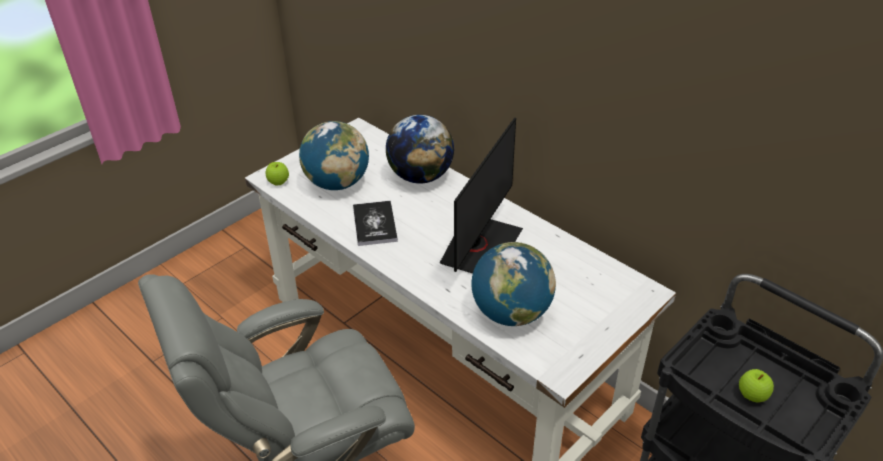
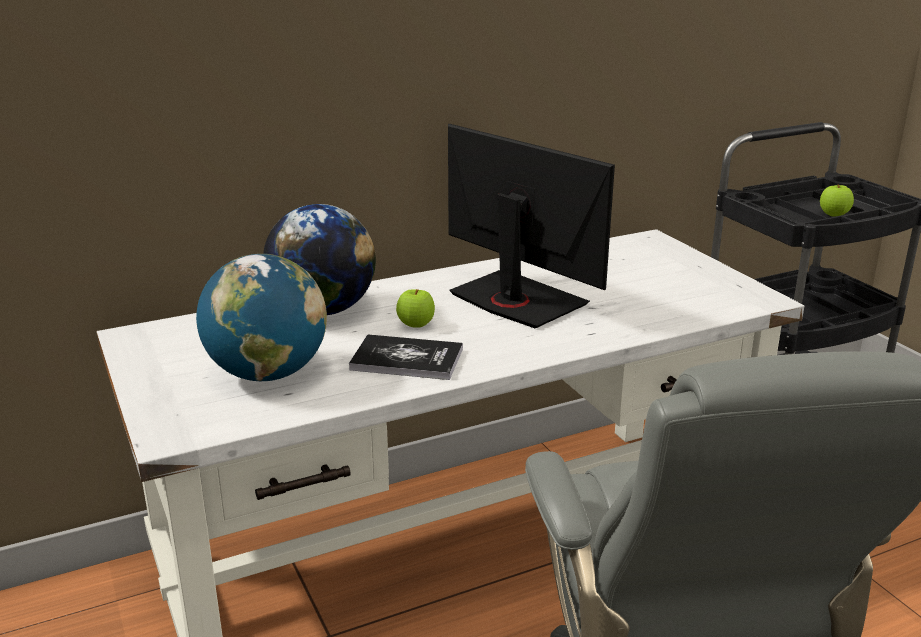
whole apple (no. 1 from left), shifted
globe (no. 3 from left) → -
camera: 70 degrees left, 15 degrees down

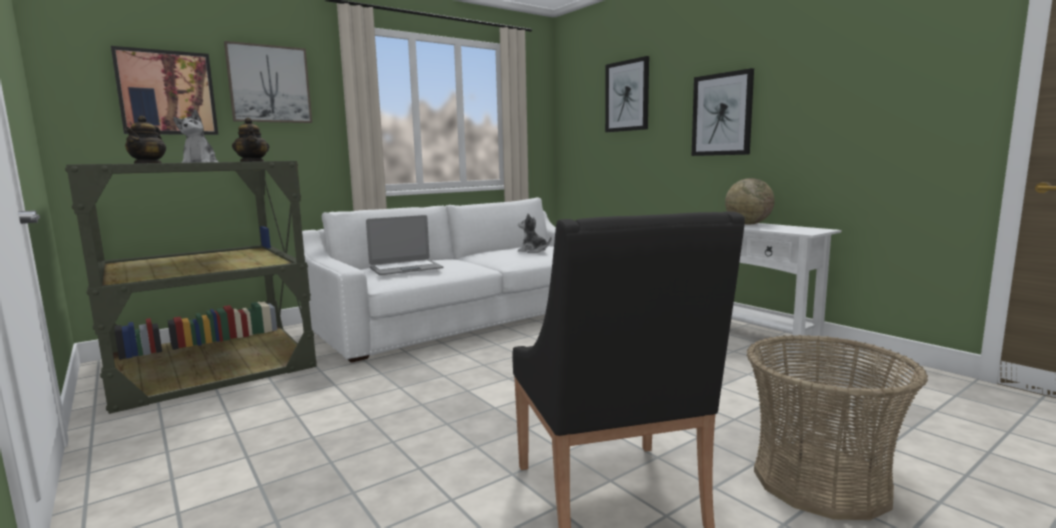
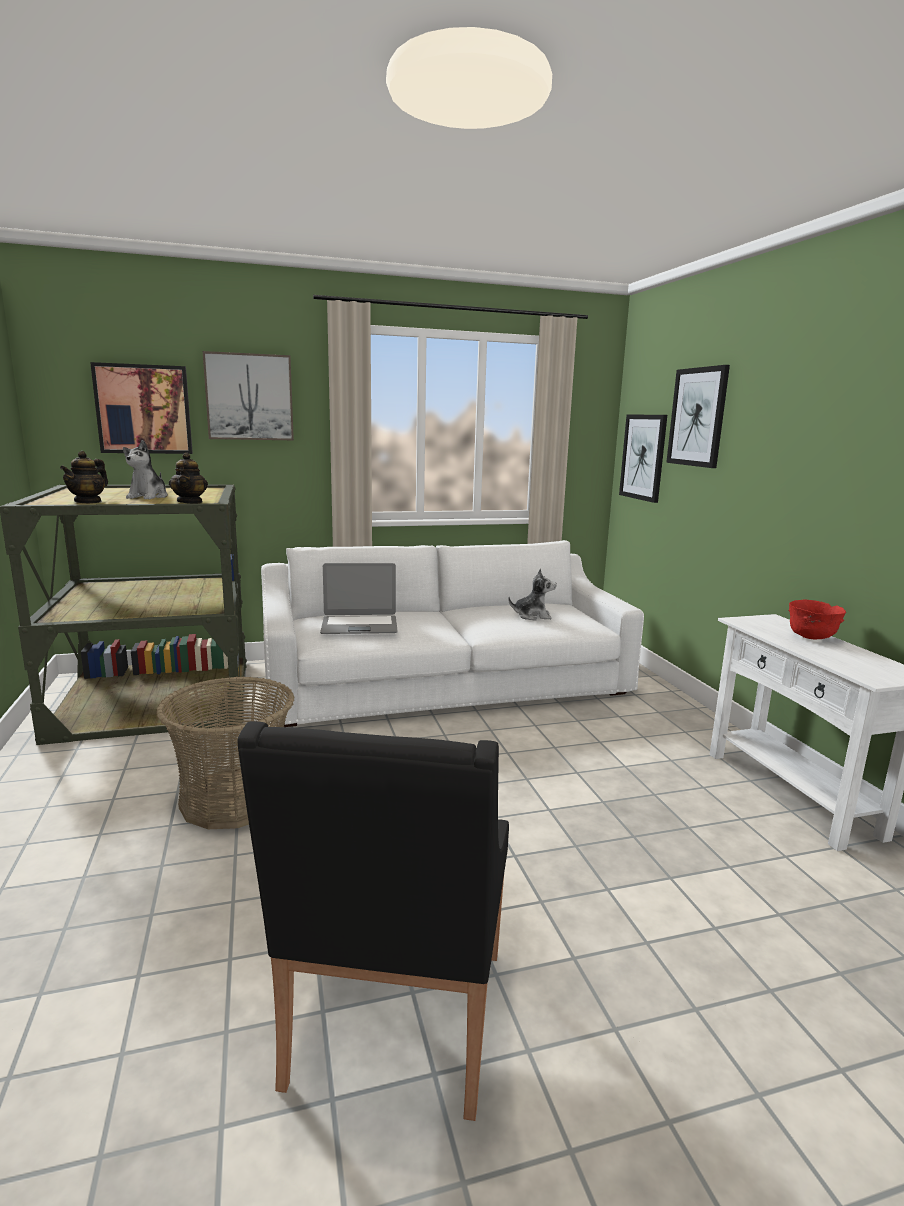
wall art (no. 4 from left in the first image) → wall art (no. 3 from left), shifted
globe → bowl (red-coloured)
soft toy (no. 2 from left), 135 degrees clockwise
household basket, shifted
camera: 20 degrees right, 5 degrees up

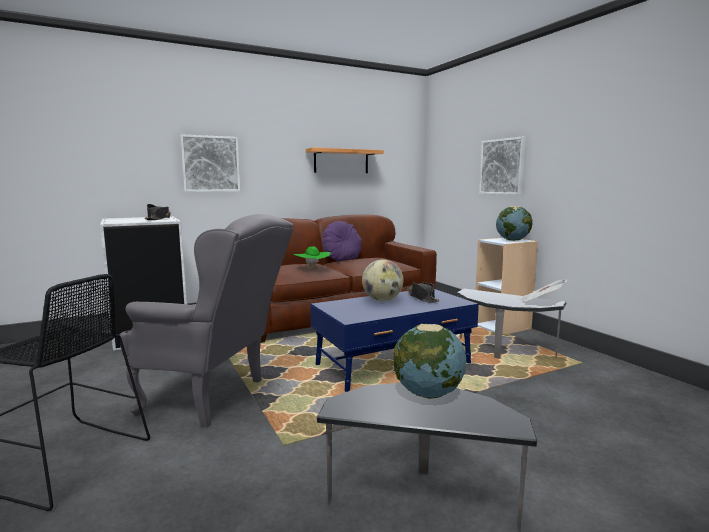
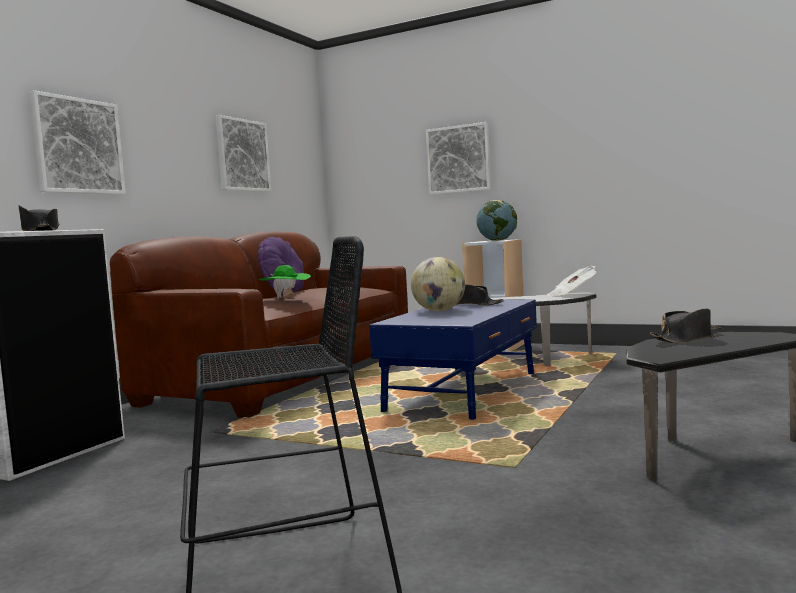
wall shelf → wall art (no. 2 from left)
armchair (grey) → -
globe (no. 2 from left) → wearable hat (black) (no. 3 from left)
camera: 35 degrees left, 5 degrees down

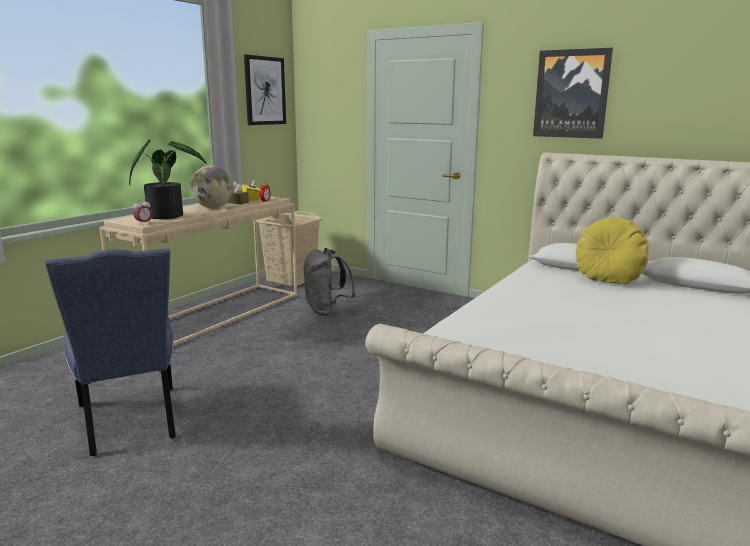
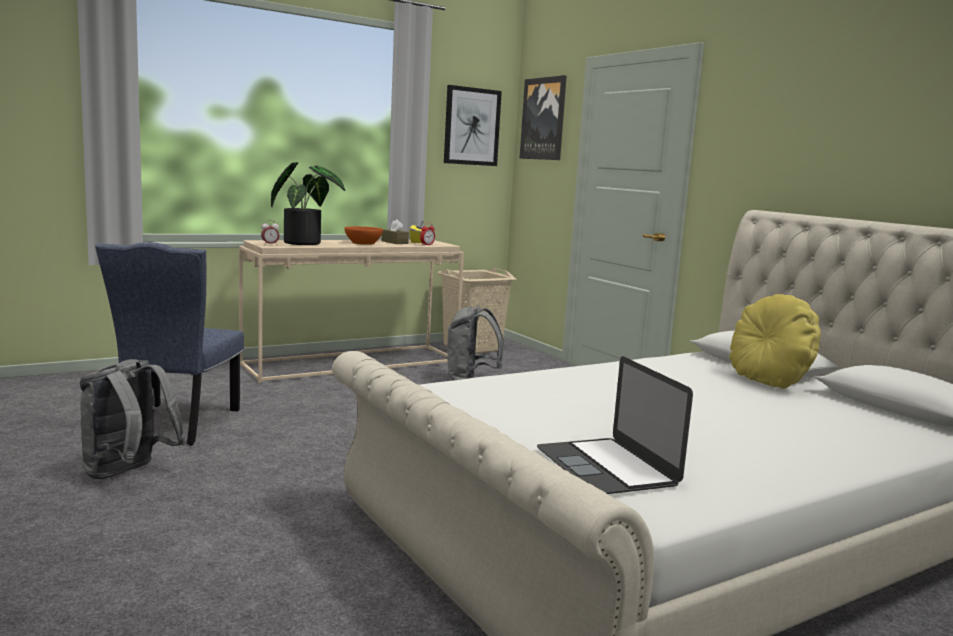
wall art (no. 2 from left), shifted
globe → bowl (orange)
- → portable computer
- → knapsack (grey) (no. 1 from left)
camera: 25 degrees right, 5 degrees down

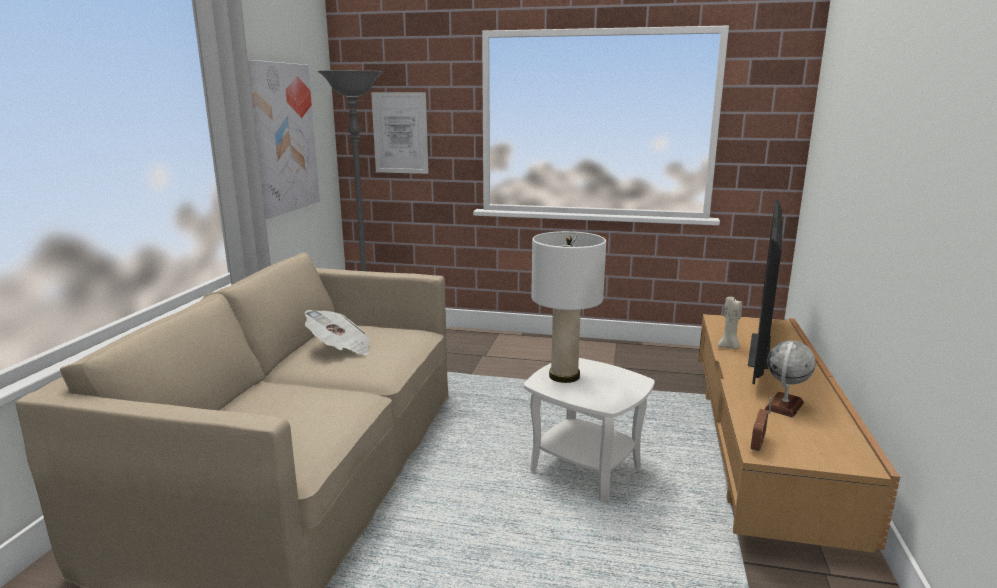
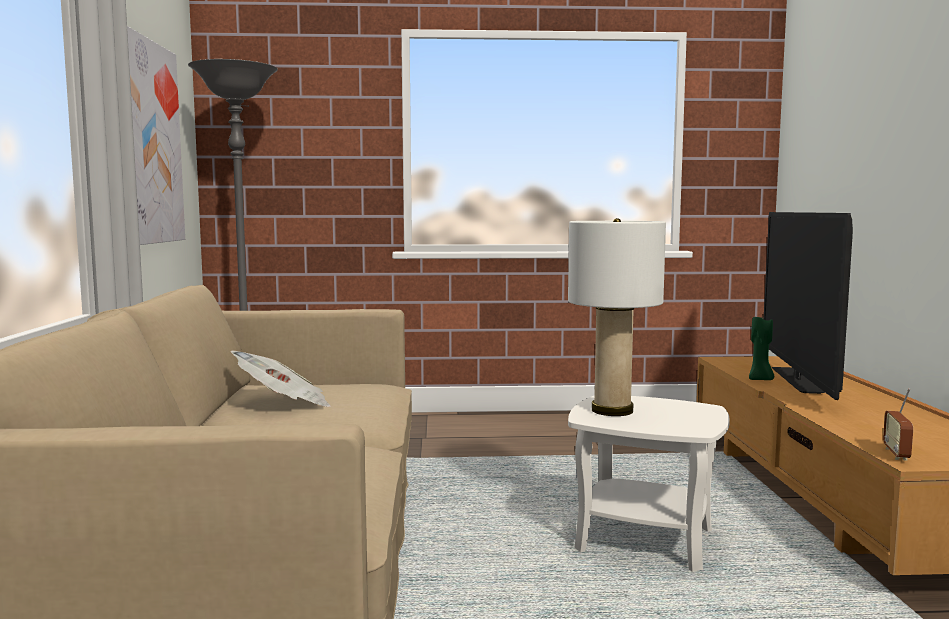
wall art (no. 2 from left) → -
candle (sand-coloured) → candle (green-coloured)
globe → -
camera: 15 degrees left, 10 degrees down

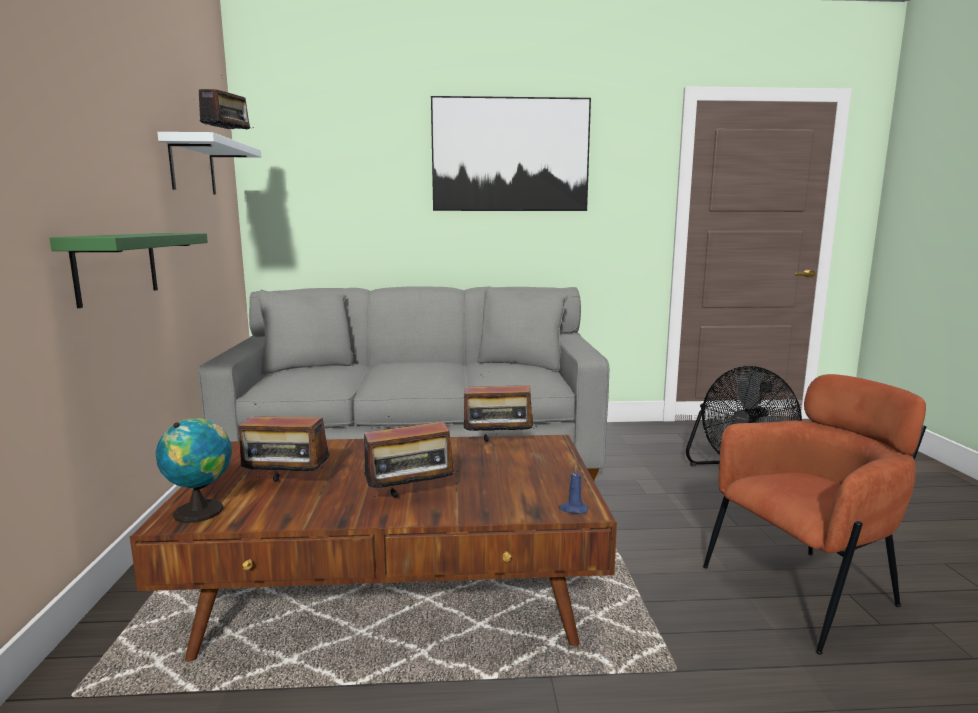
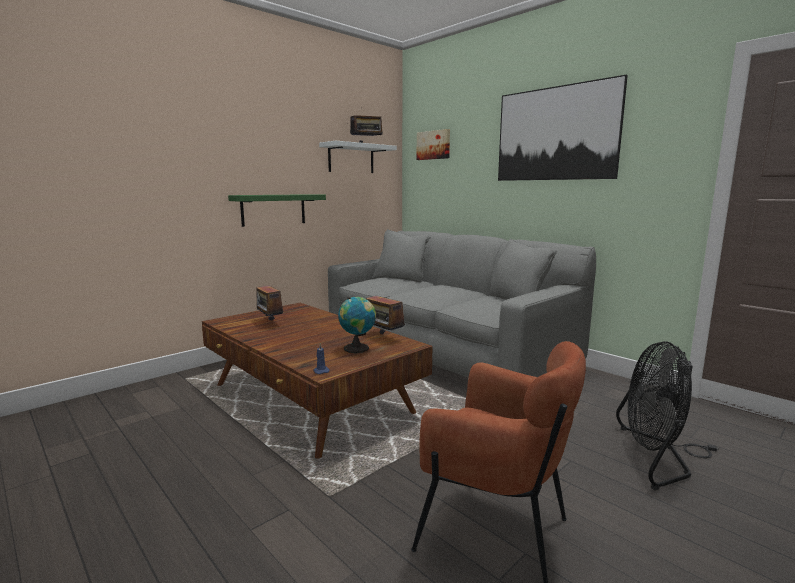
radio receiver (no. 3 from left) → -
globe, shifted
- → wall art (no. 1 from left)
camera: 50 degrees right, 0 degrees up

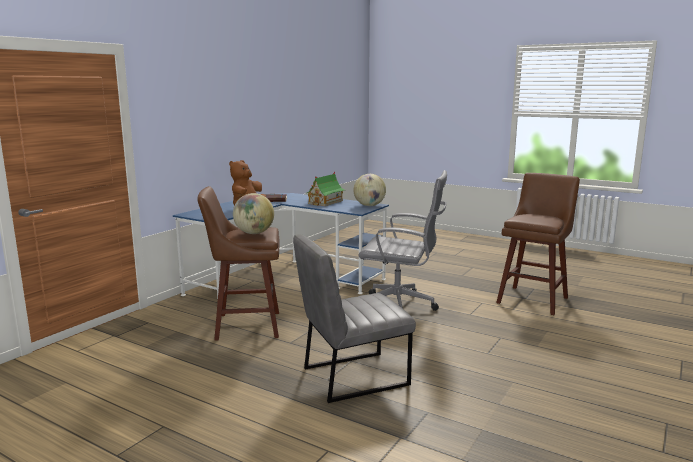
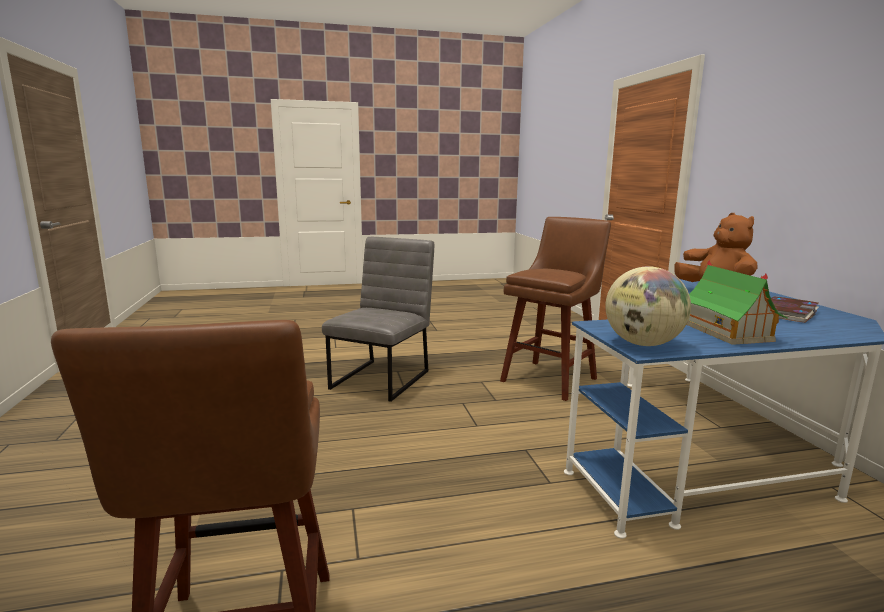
office chair (grey) → -
globe (no. 1 from left) → -
camera: 135 degrees right, 0 degrees up

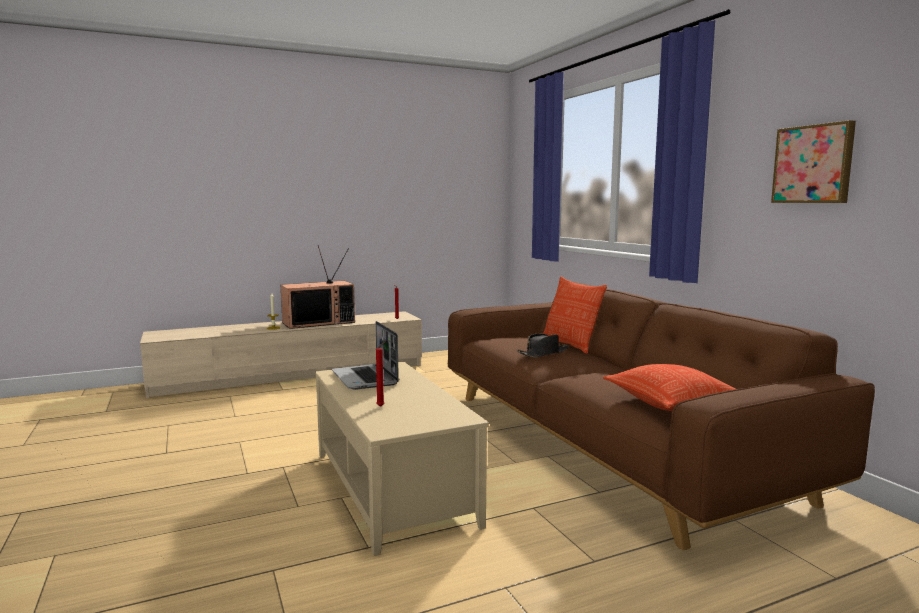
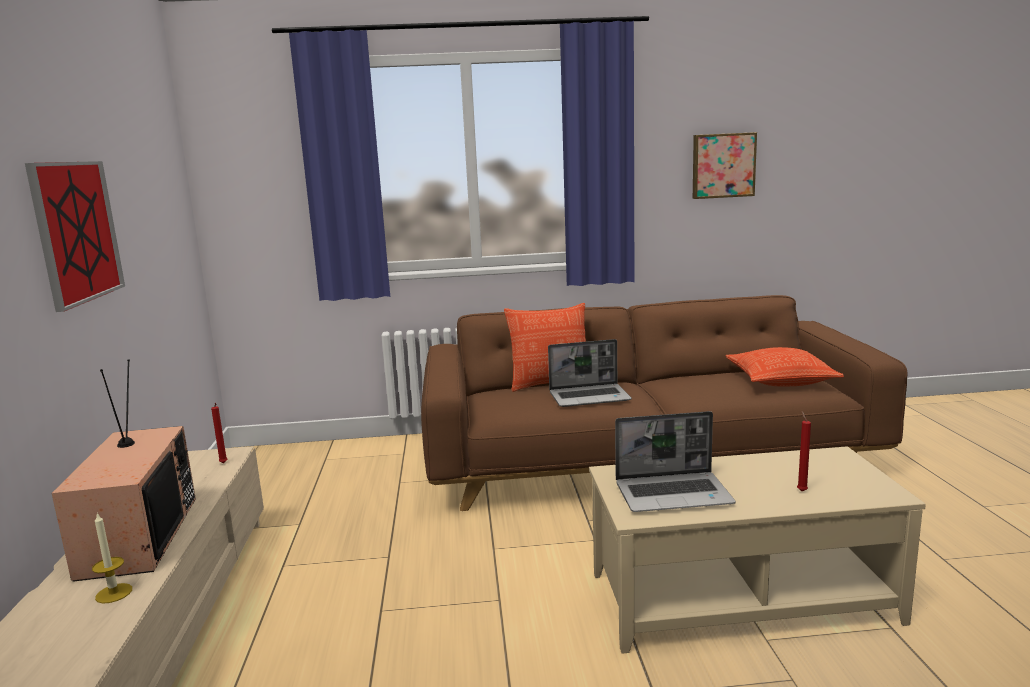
wearable hat (black) → portable computer (no. 1 from left)
- → wall art (no. 1 from left)
camera: 70 degrees left, 5 degrees up

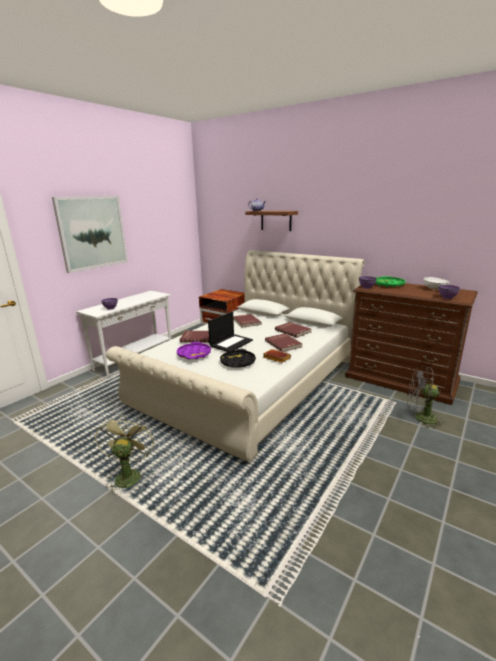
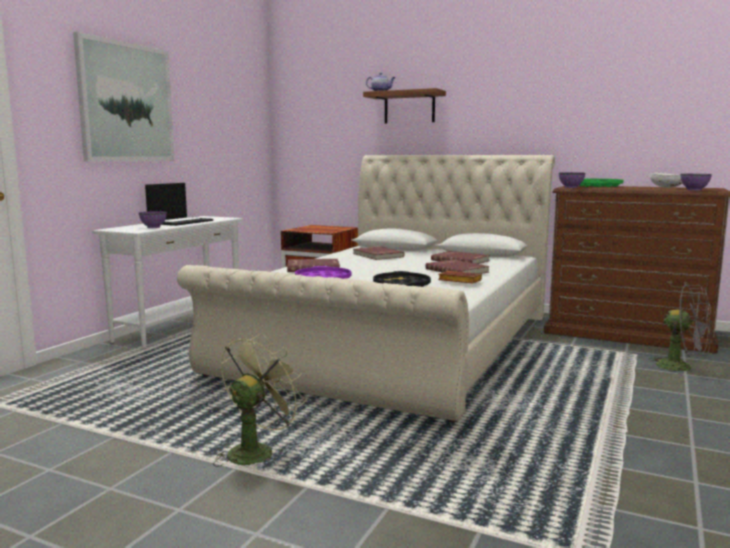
portable computer, shifted
cooling fan (grey), 150 degrees counterclockwise
cooling fan (green-coloured), 45 degrees clockwise
camera: 10 degrees left, 10 degrees down

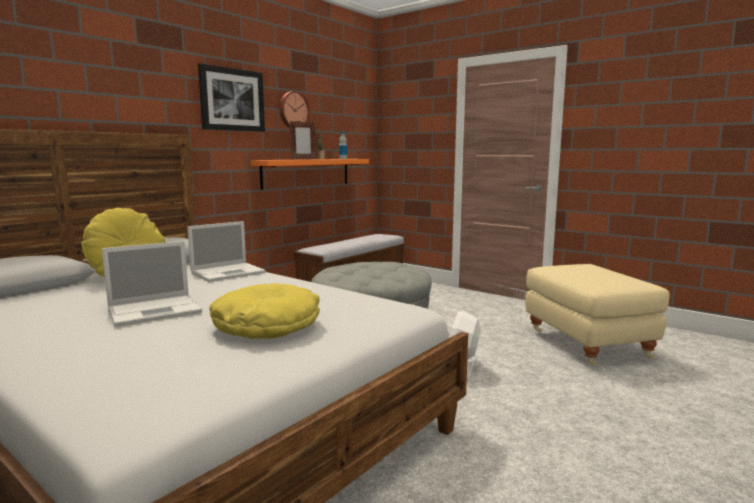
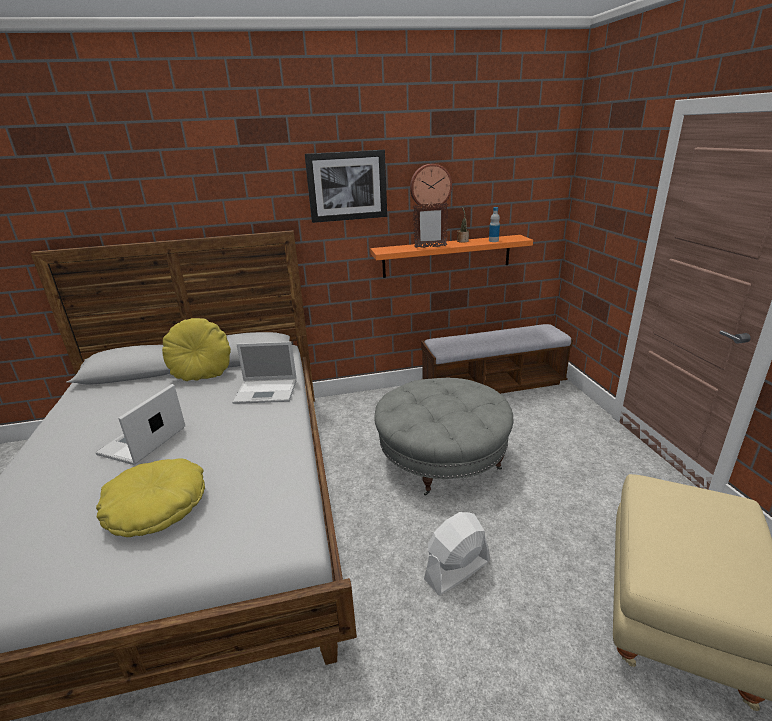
portable computer (no. 1 from left), 105 degrees clockwise
camera: 40 degrees right, 15 degrees up

